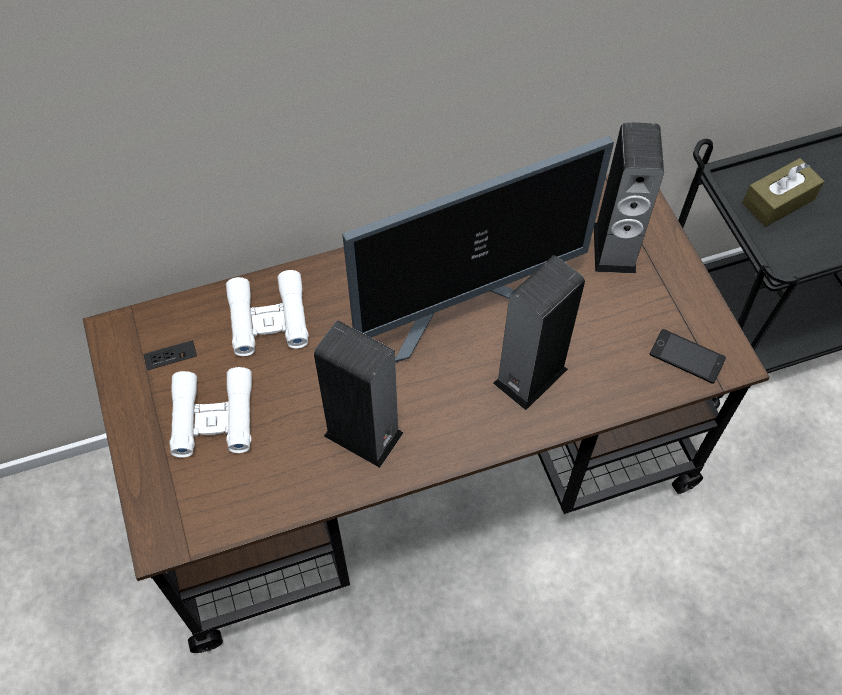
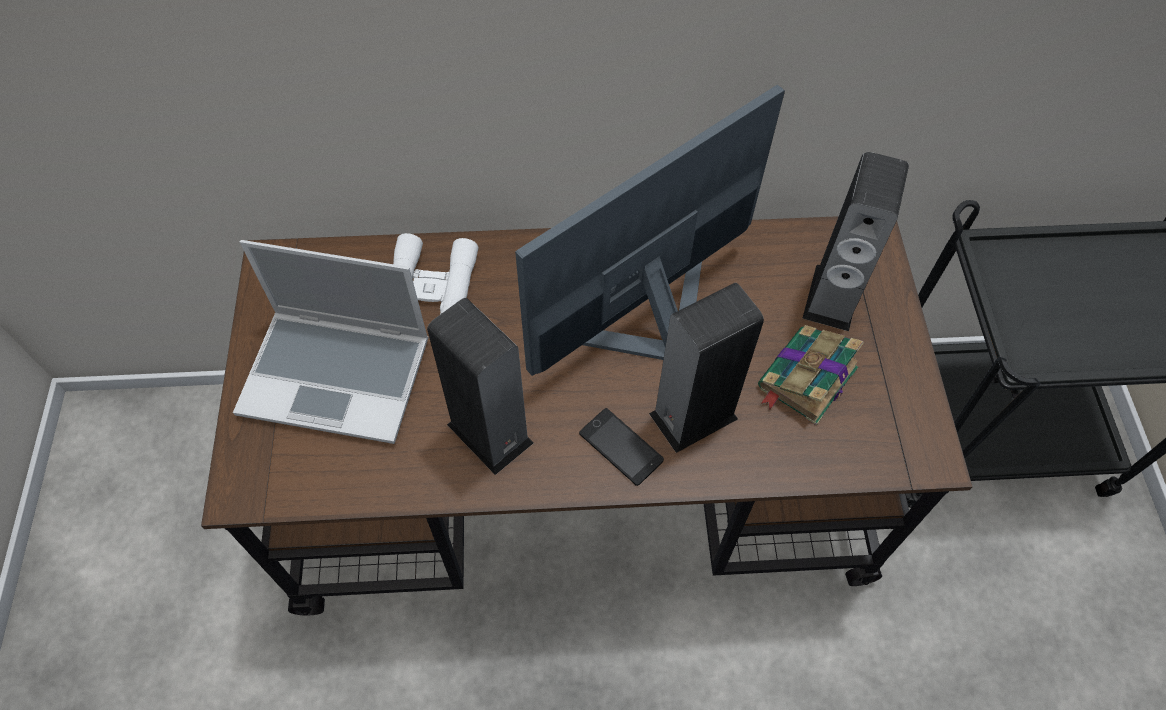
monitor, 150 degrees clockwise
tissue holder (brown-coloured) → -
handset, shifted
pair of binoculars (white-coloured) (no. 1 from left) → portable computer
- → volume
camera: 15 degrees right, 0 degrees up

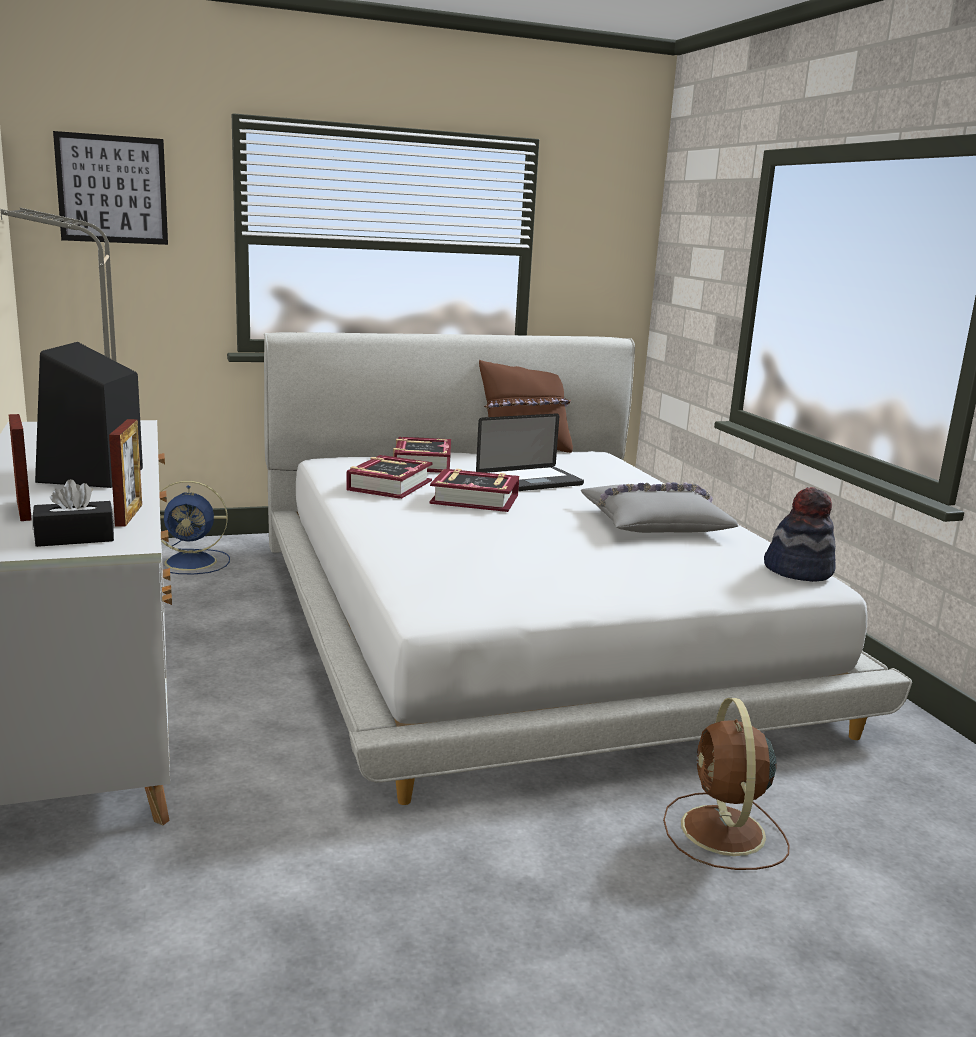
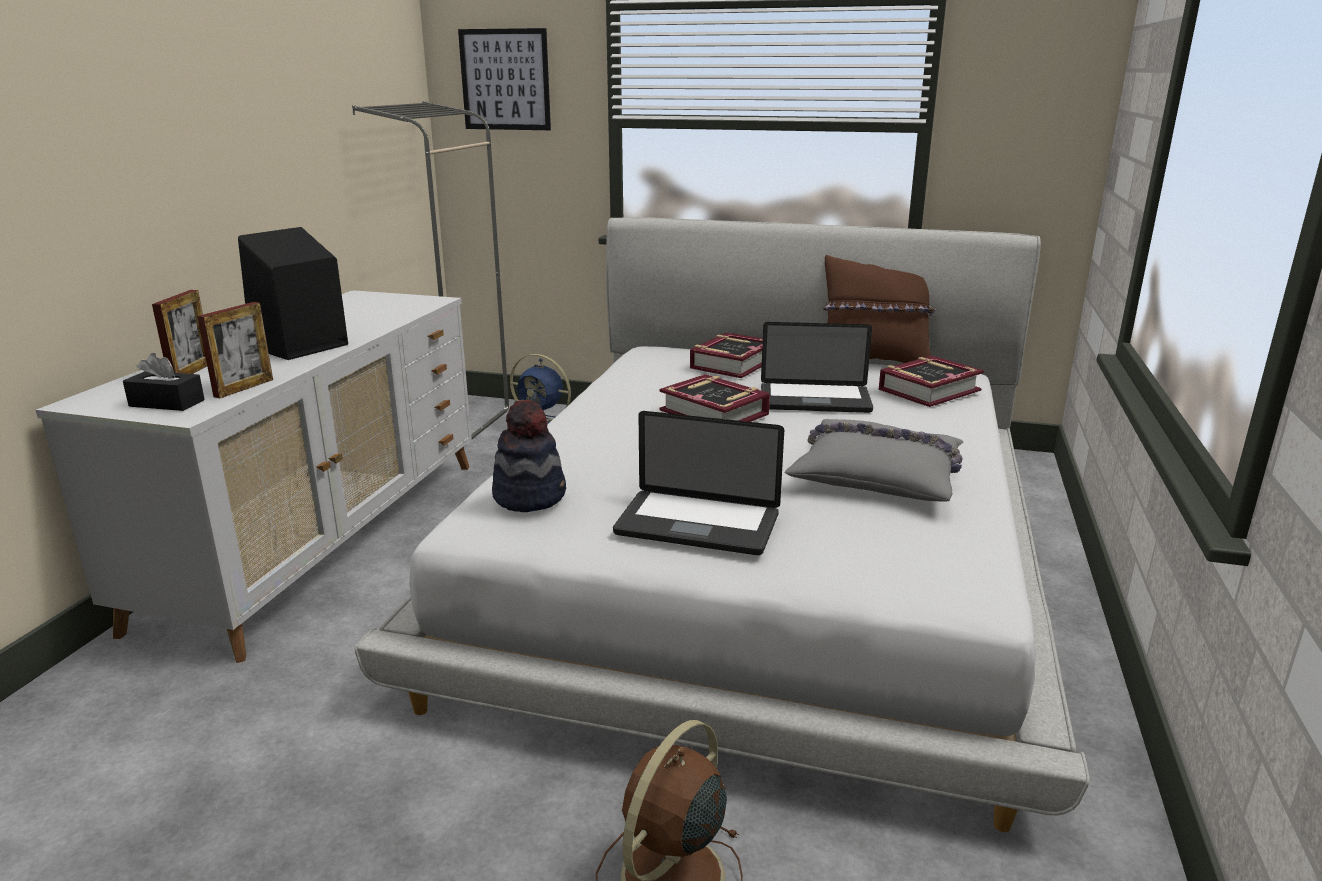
volume (no. 1 from left in the first image) → volume (no. 3 from left), shifted
wearable hat, shifted
- → portable computer (no. 1 from left)
camera: 35 degrees right, 5 degrees up

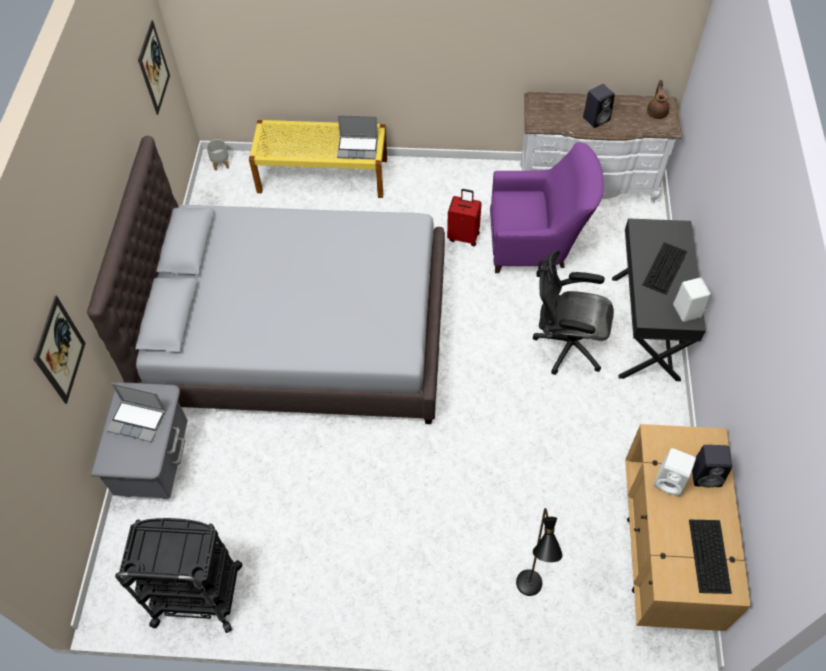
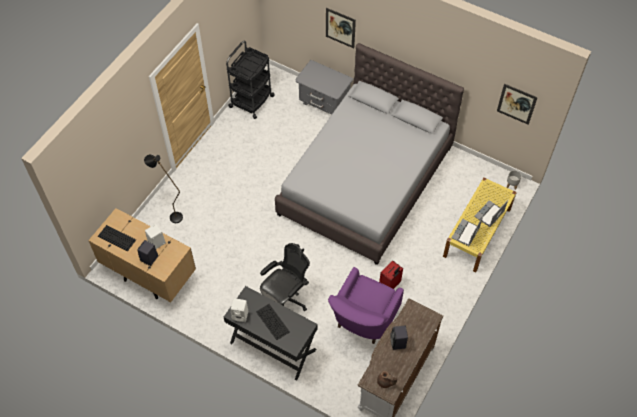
portable computer (no. 1 from left in the first image) → portable computer (no. 2 from left), shifted
camera: 115 degrees right, 0 degrees up

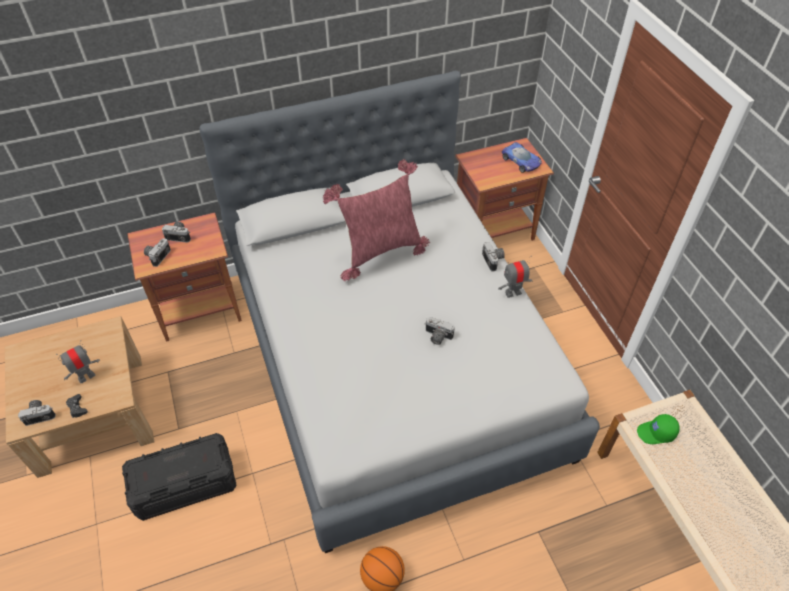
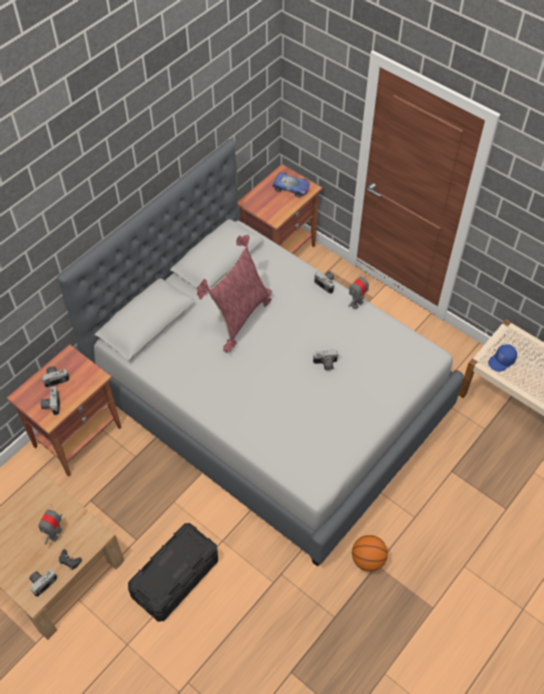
cap (green-coloured) → cap (bluish)
camera: 30 degrees left, 5 degrees up

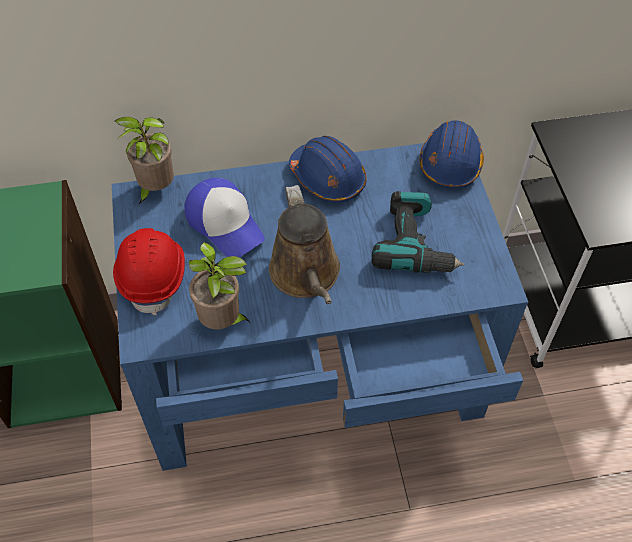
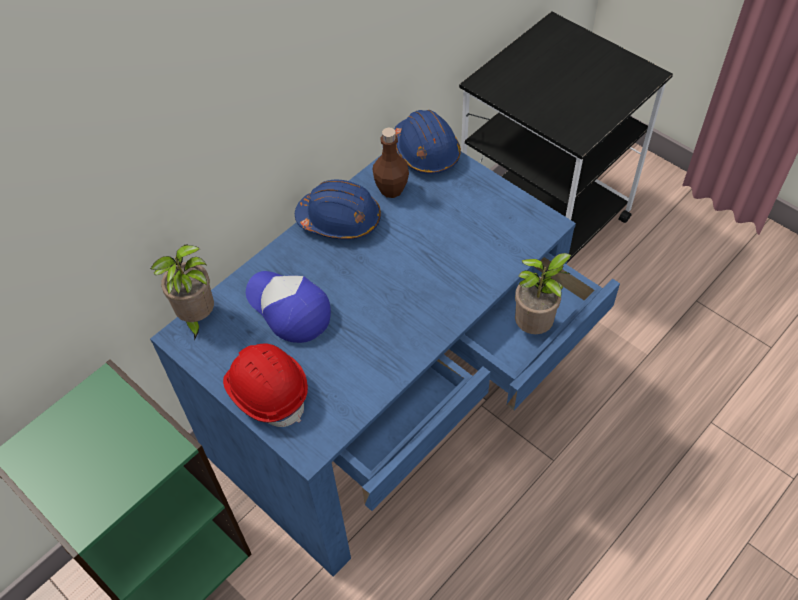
cap, 150 degrees counterclockwise
sprinkling can (brown-coloured) → -
drill → -
potted plant (no. 2 from left), shifted
- → beverage bottle (brown-coloured)
camera: 35 degrees left, 0 degrees up

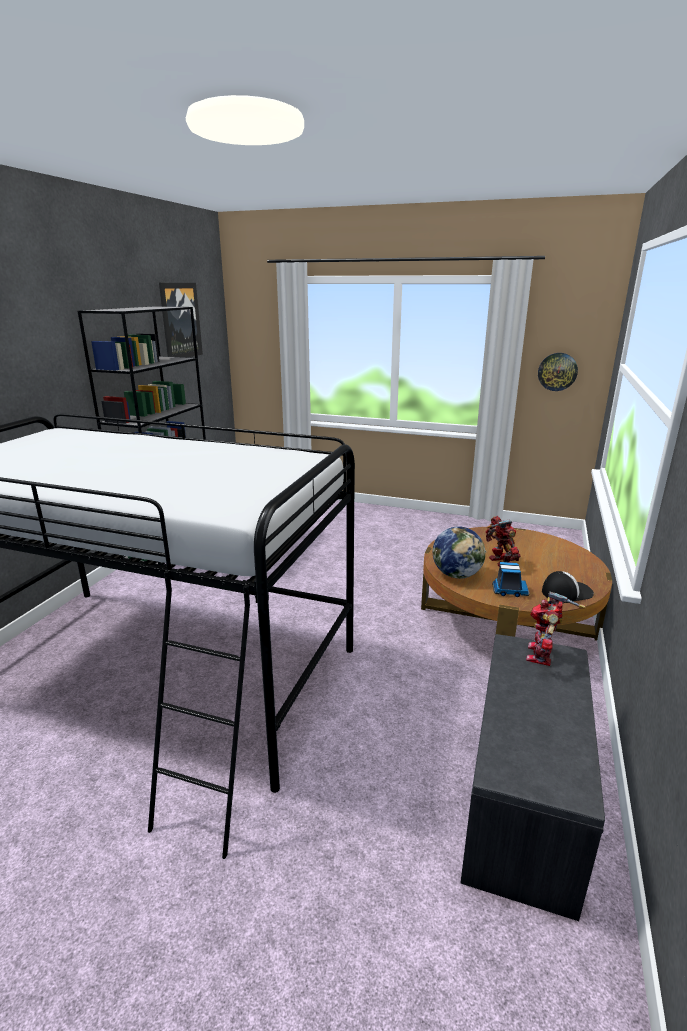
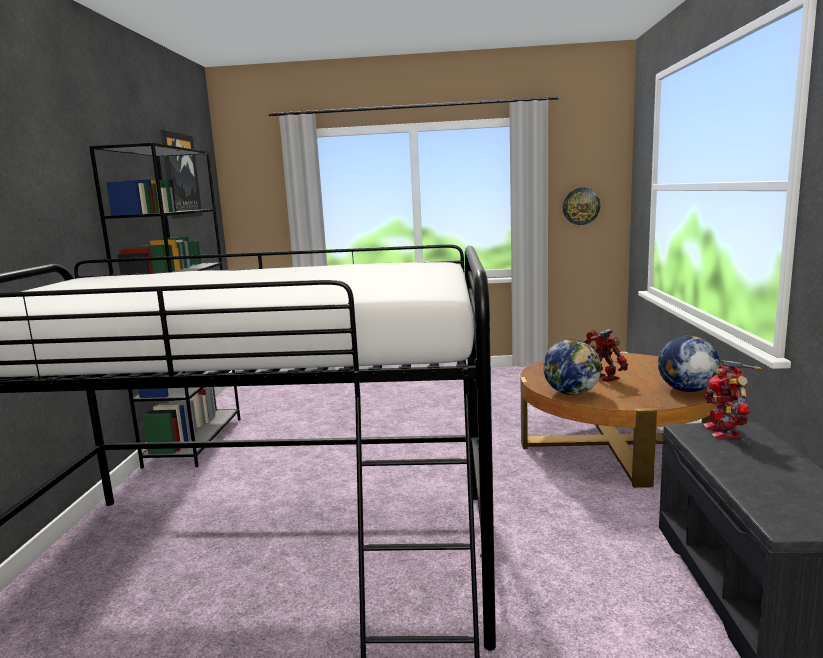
toy truck → -
cap → globe (no. 2 from left)
camera: 15 degrees left, 10 degrees down

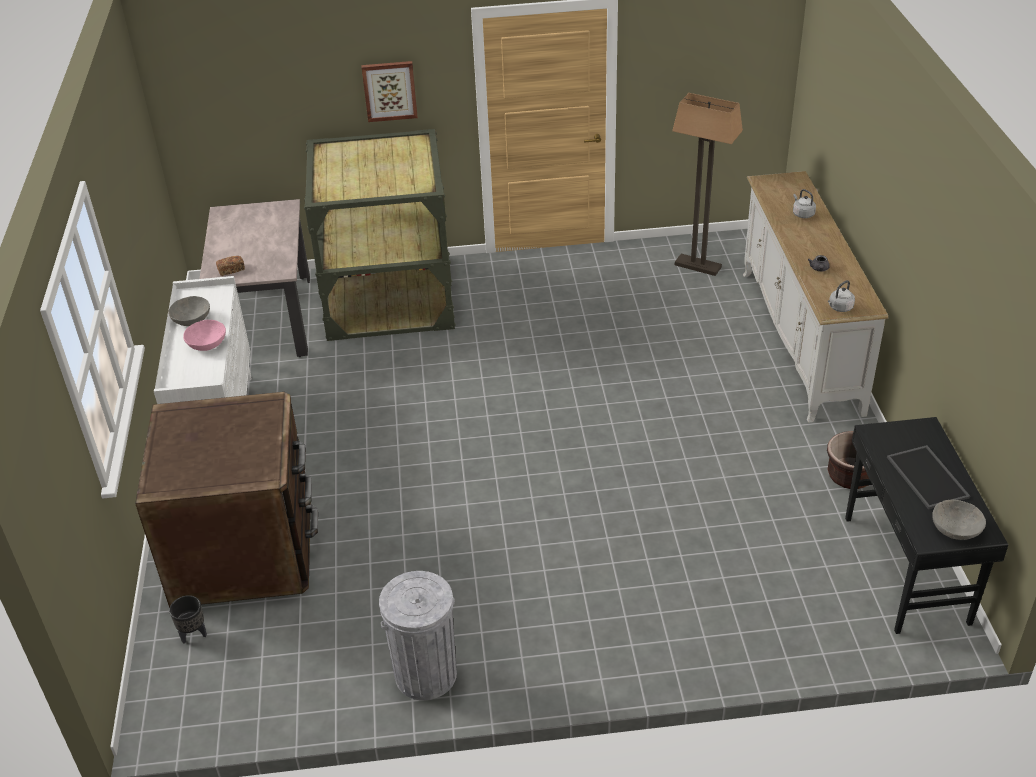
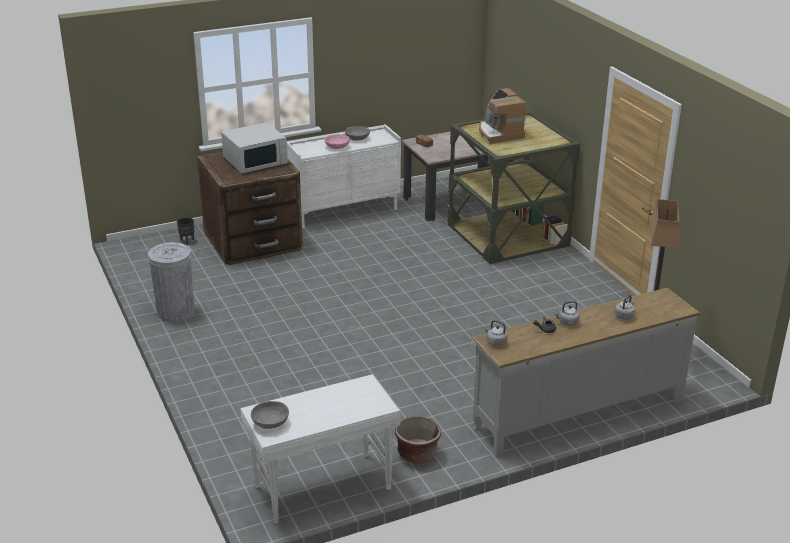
wall art → -
console table (black) → console table (white-coloured)
carrying tray → -
- → coffee maker
- → microwave oven (white-coloured)
- → tea kettle (grey) (no. 2 from left)
camera: 70 degrees right, 10 degrees down

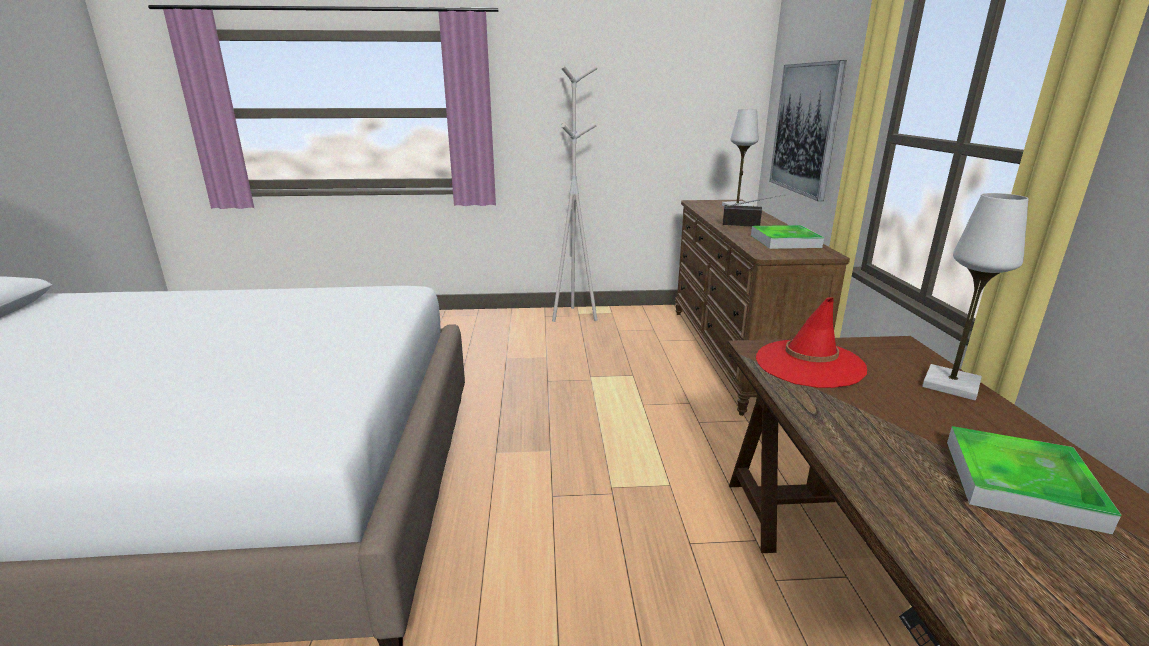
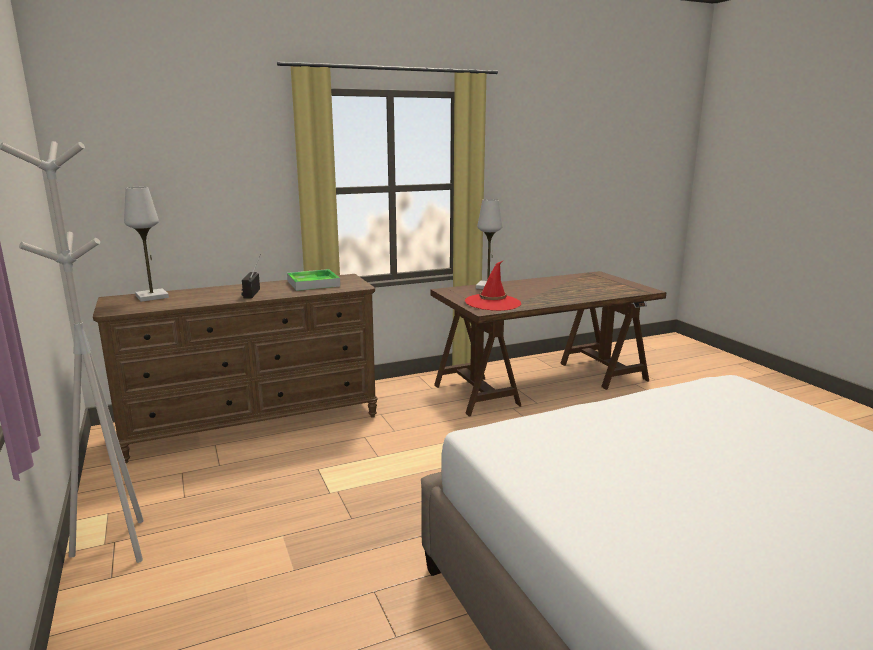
wall art → -
carrying tray (no. 2 from left) → -
camera: 110 degrees left, 5 degrees down

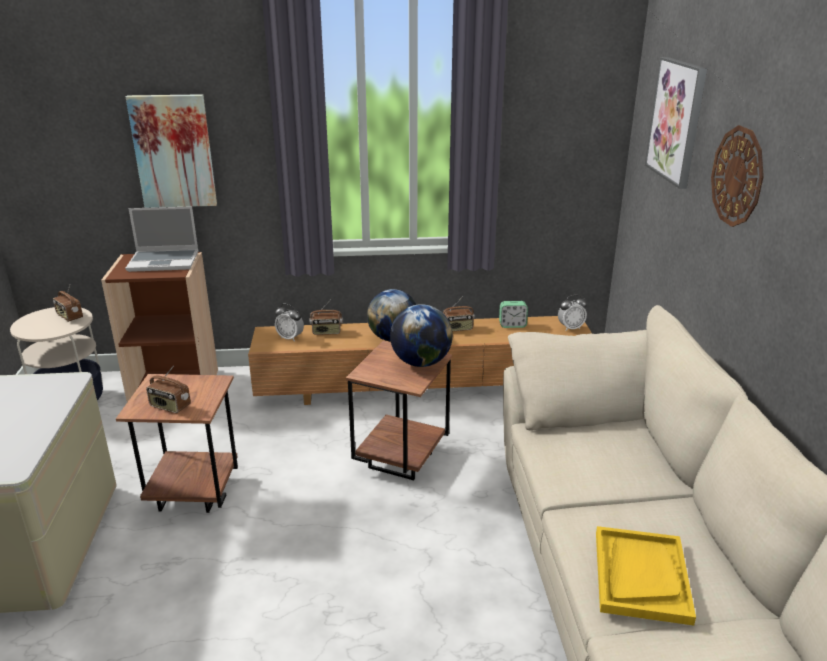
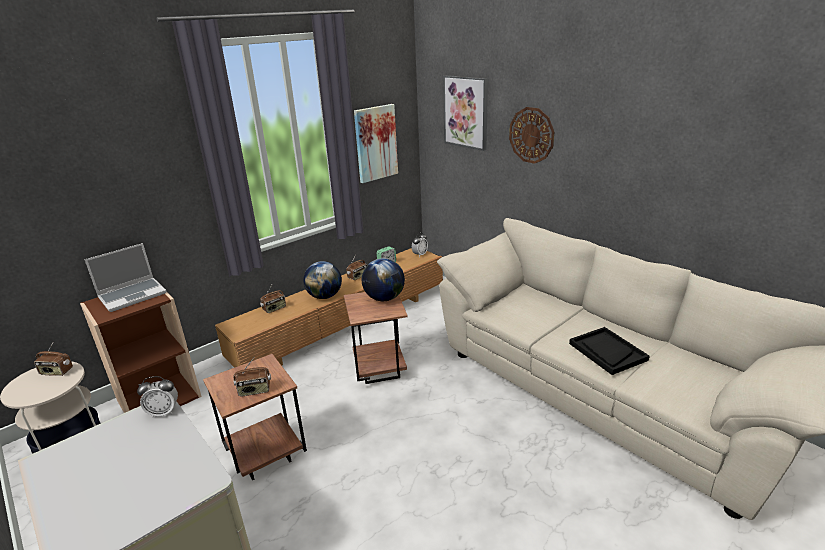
wall art (no. 1 from left), shifted
alarm clock (no. 1 from left), shifted
carrying tray (yellow) → carrying tray (black)
camera: 35 degrees left, 0 degrees up

